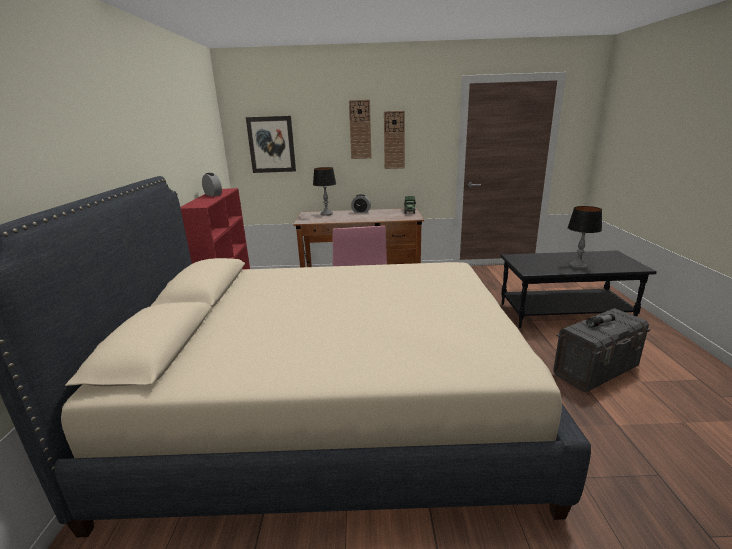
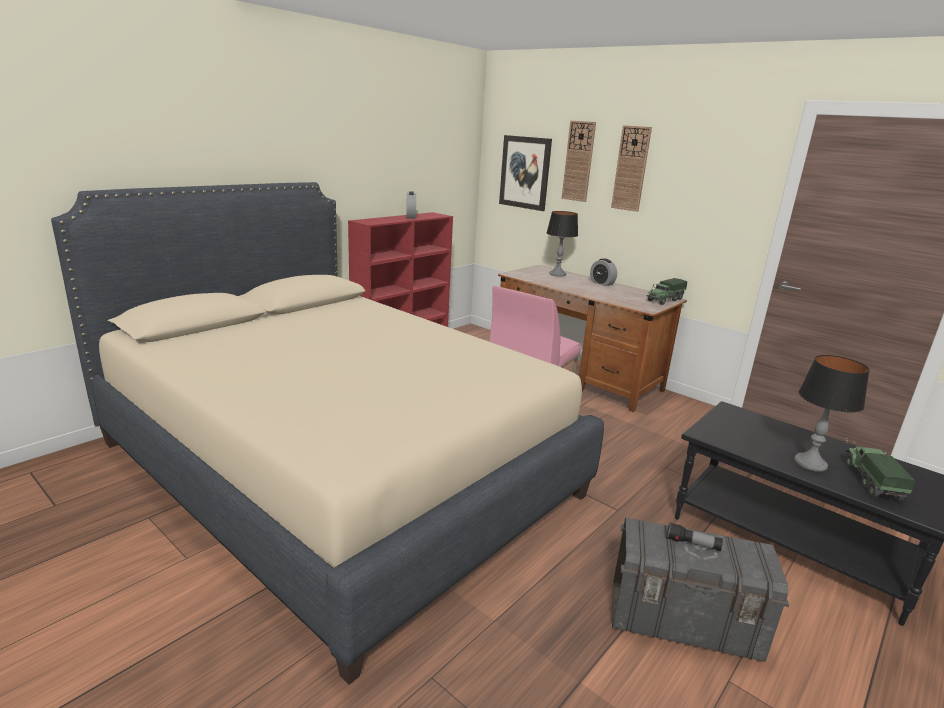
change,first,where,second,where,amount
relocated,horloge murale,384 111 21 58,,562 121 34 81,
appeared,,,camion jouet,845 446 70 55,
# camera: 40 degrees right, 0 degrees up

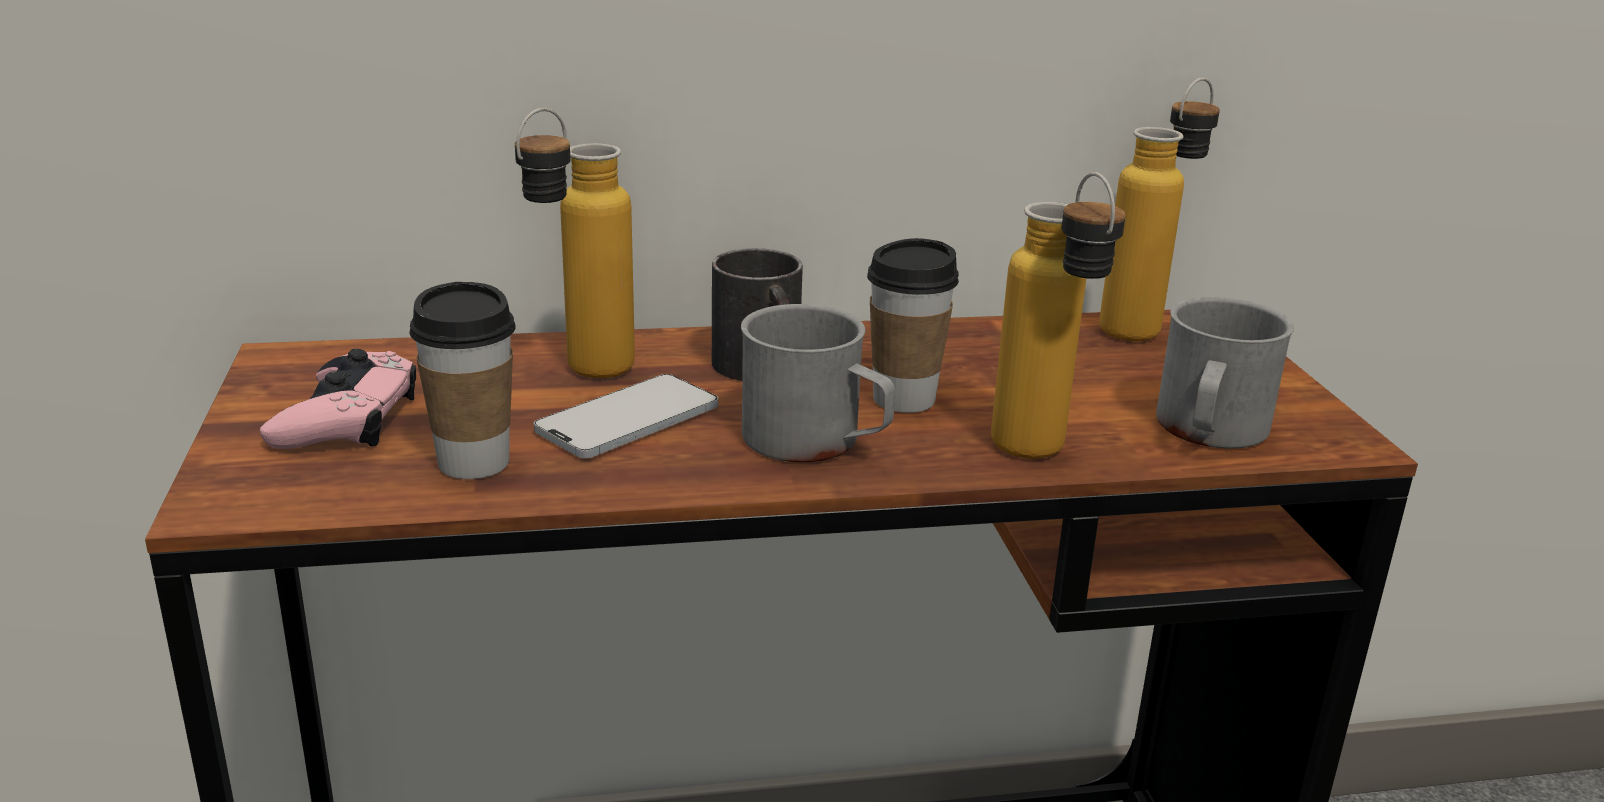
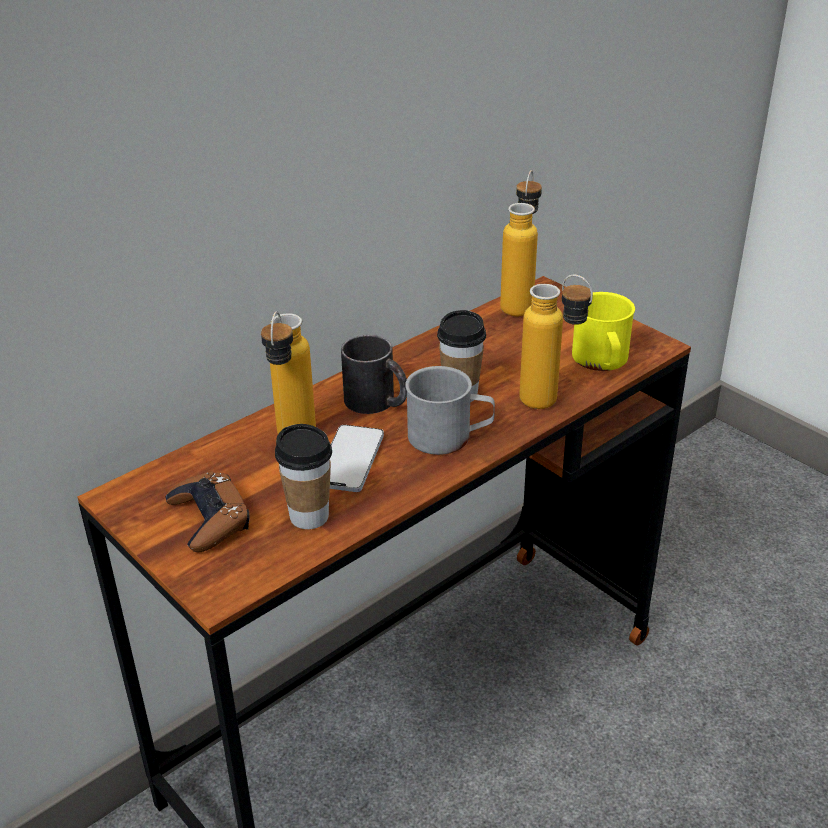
change,first,where,second,where,amount
colour,mug/gris,1156 297 138 152,mug/jaune,572 292 63 79,
colour,manette/rose,260 349 156 100,manette/marron,165 472 85 80,
# camera: 30 degrees left, 10 degrees up

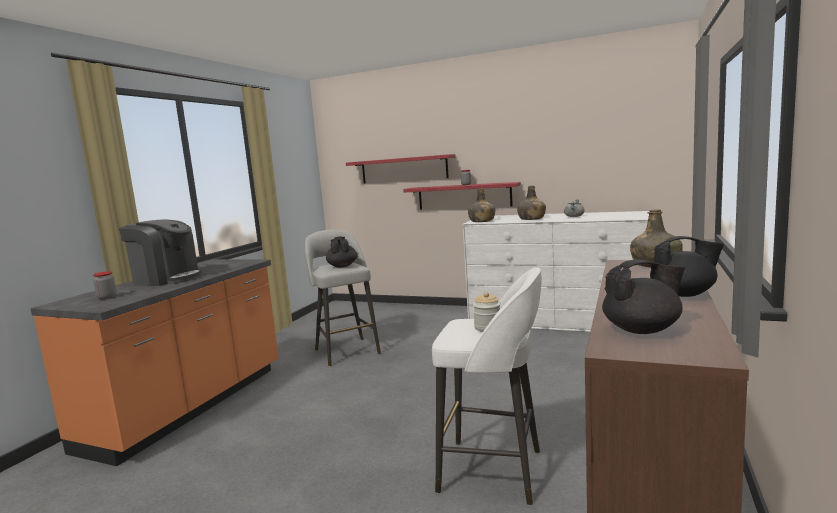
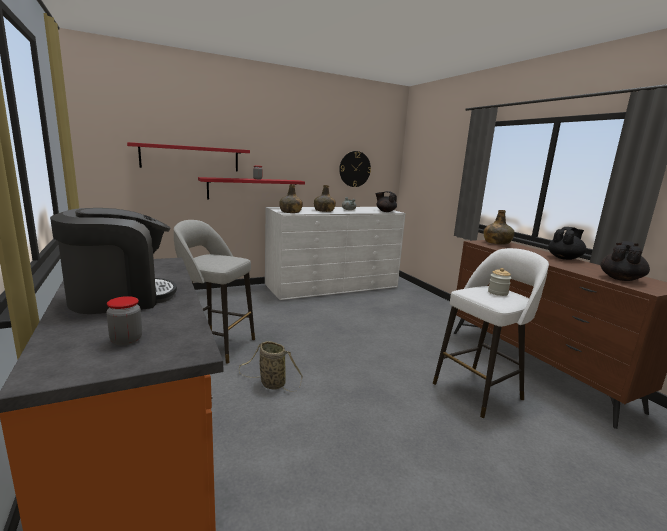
change,first,where,second,where,amount
relocated,théière/noir,326 236 31 32,,376 191 21 21,
appeared,,,horloge murale,339 151 32 36,
appeared,,,panier,238 341 65 51,
# camera: 50 degrees left, 5 degrees up

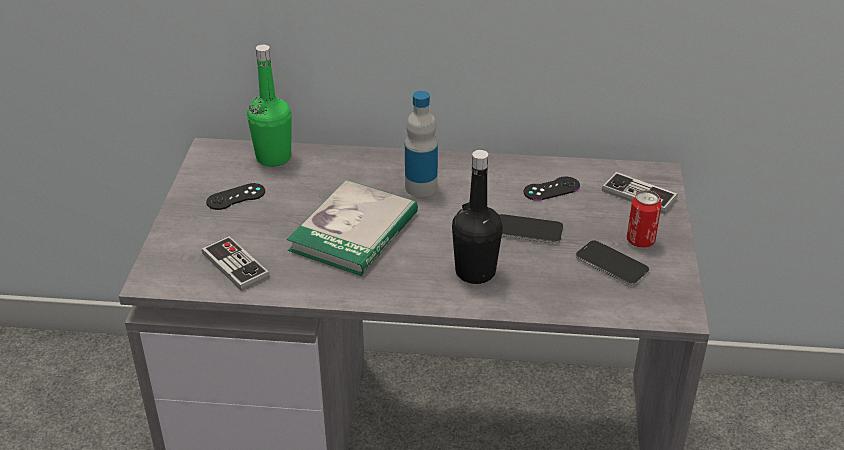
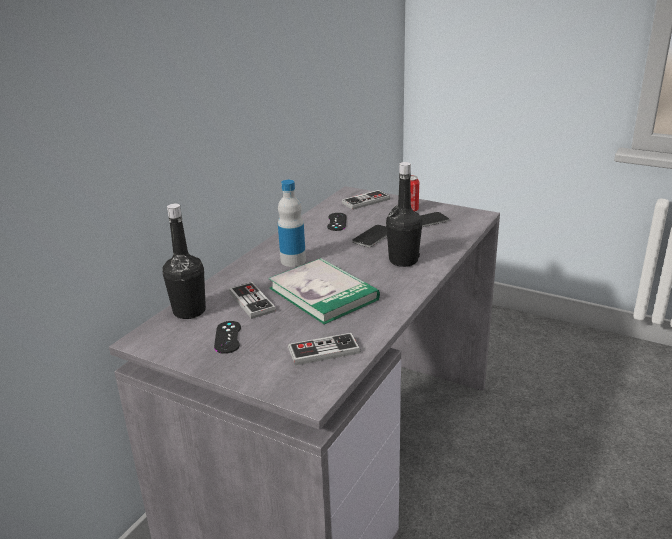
change,first,where,second,where,amount
colour,bouteille/vert,247 45 45 122,bouteille/noir,163 204 43 115,
appeared,,,manette,229 282 47 37,
# camera: 65 degrees left, 10 degrees down

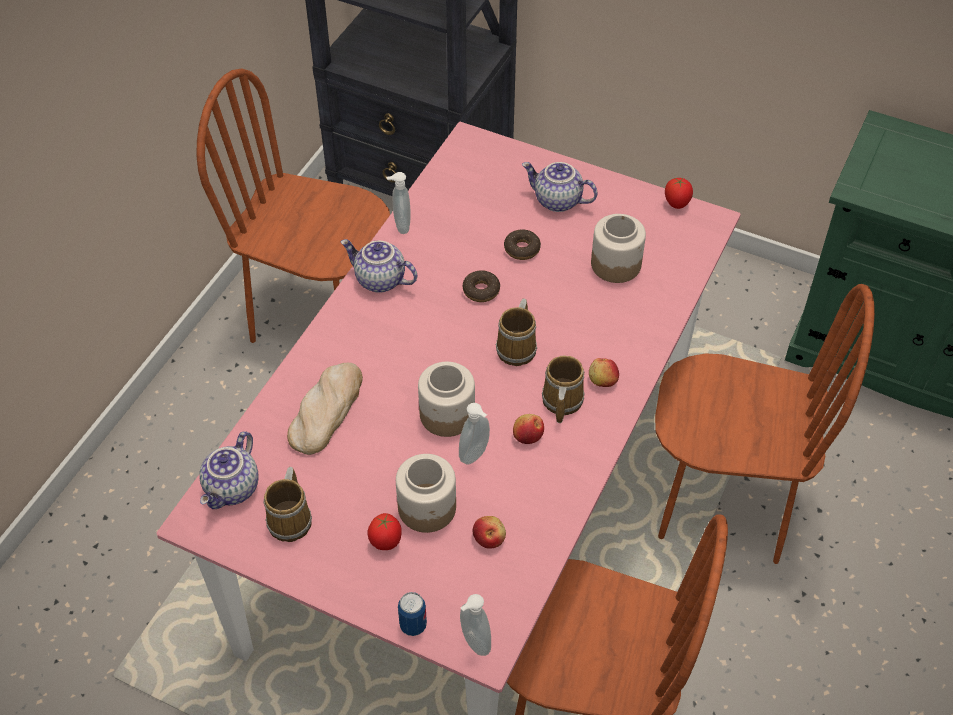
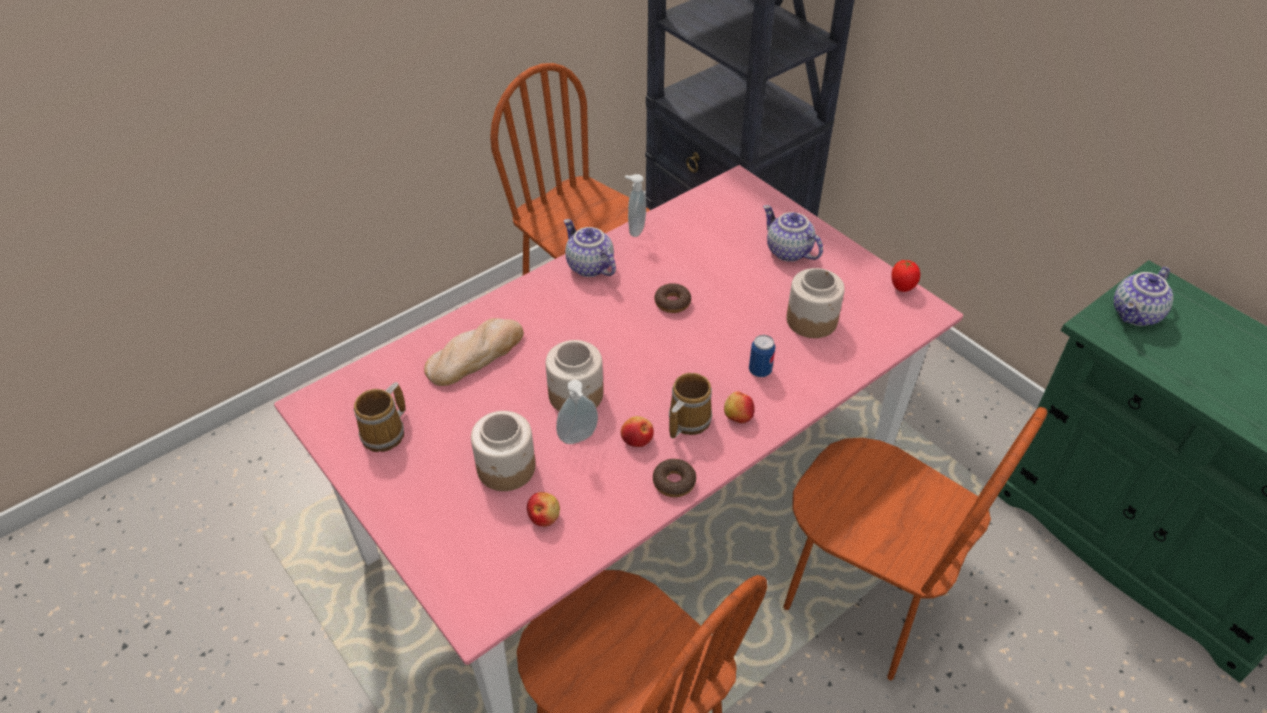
change,first,where,second,where,amount
relocated,beignet,504 229 37 31,,653 459 43 38,
missing,mug,496 299 41 67,,,
relocated,théière,199 431 60 78,,1114 267 59 59,
missing,tomate,367 513 35 37,,,
relocated,boîte métallique,398 592 29 44,,749 335 27 42,
missing,distributeur de savon,460 594 31 62,,,
# camera: 25 degrees right, 5 degrees down

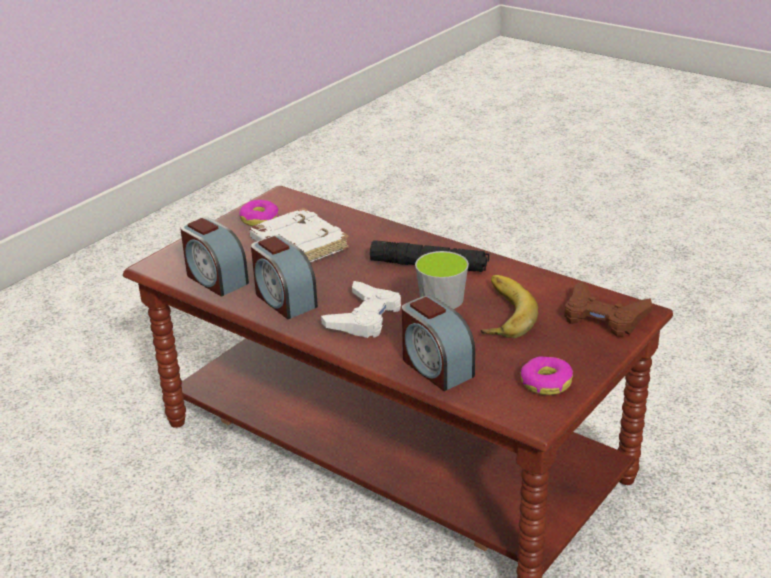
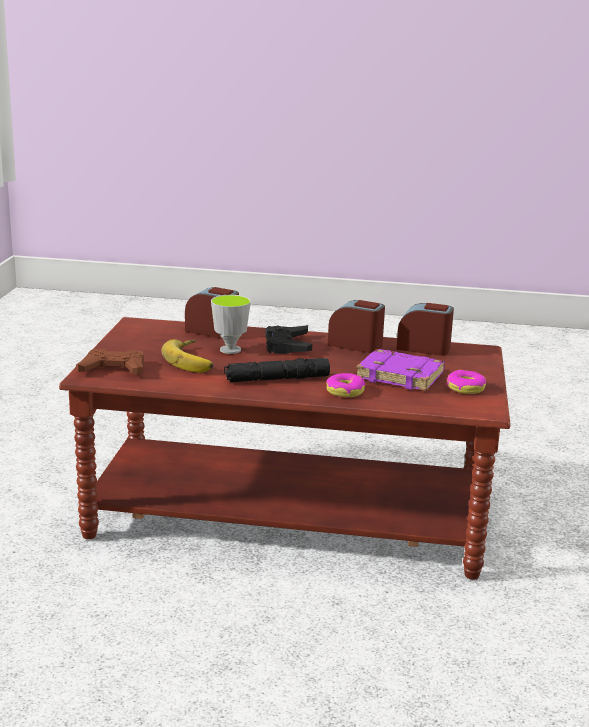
change,first,where,second,where,amount
colour,livre/blanc,250 208 100 54,livre/violet,356 349 89 42,
colour,manette/blanc,321 281 80 57,manette/noir,265 325 47 29,
relocated,beignet,521 356 52 39,,327 373 38 24,
# camera: 150 degrees right, 10 degrees down

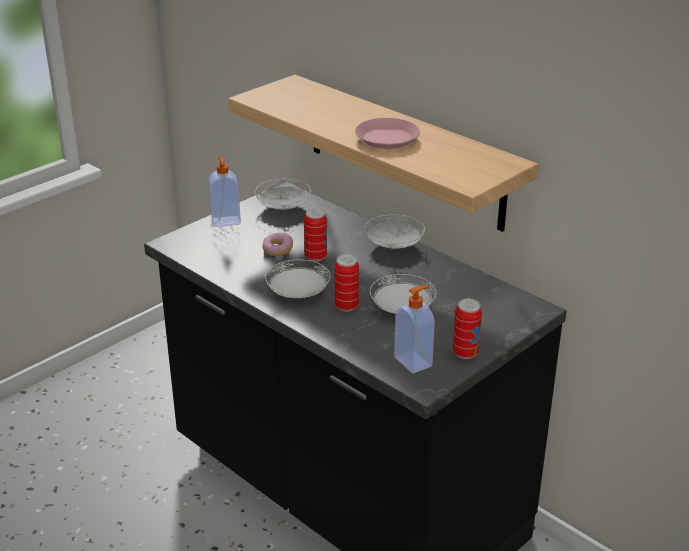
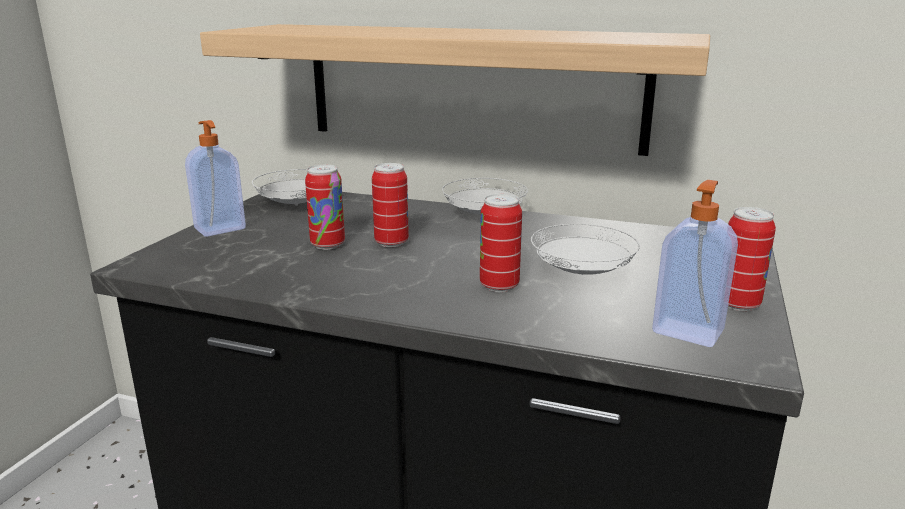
change,first,where,second,where,amount
missing,assiette/rose,355 118 65 31,,,
exchanged,beignet,263 233 30 23,boîte métallique,305 165 40 85,
missing,assiette/blanc,265 259 65 39,,,
# camera: 25 degrees left, 10 degrees down

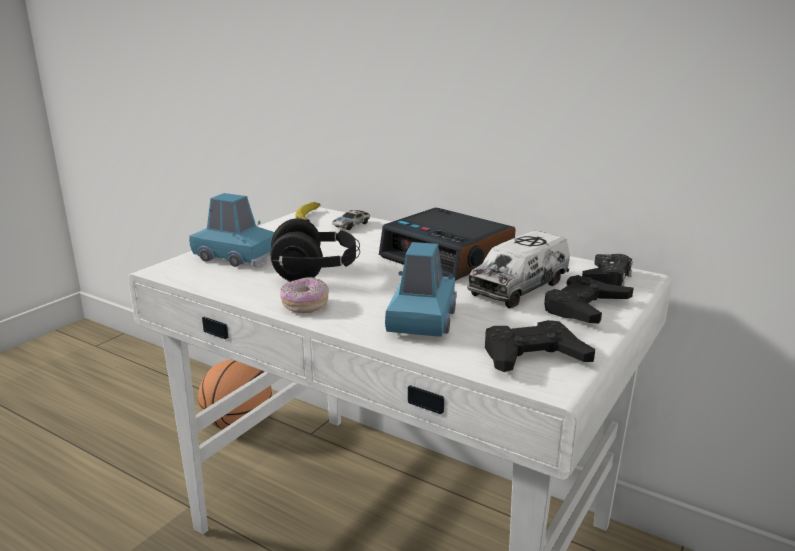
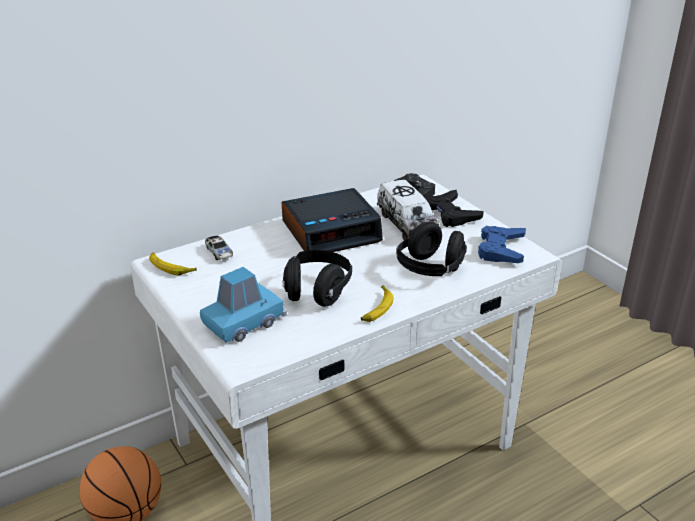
change,first,where,second,where,amount
exchanged,petite voiture/bleu,385 242 72 95,casque audio/noir,396 222 71 54,
exchanged,beignet,280 277 49 36,banane,361 286 33 36,
colour,manette/noir,485 320 110 52,manette/bleu,478 226 48 37,
# camera: 65 degrees left, 10 degrees up

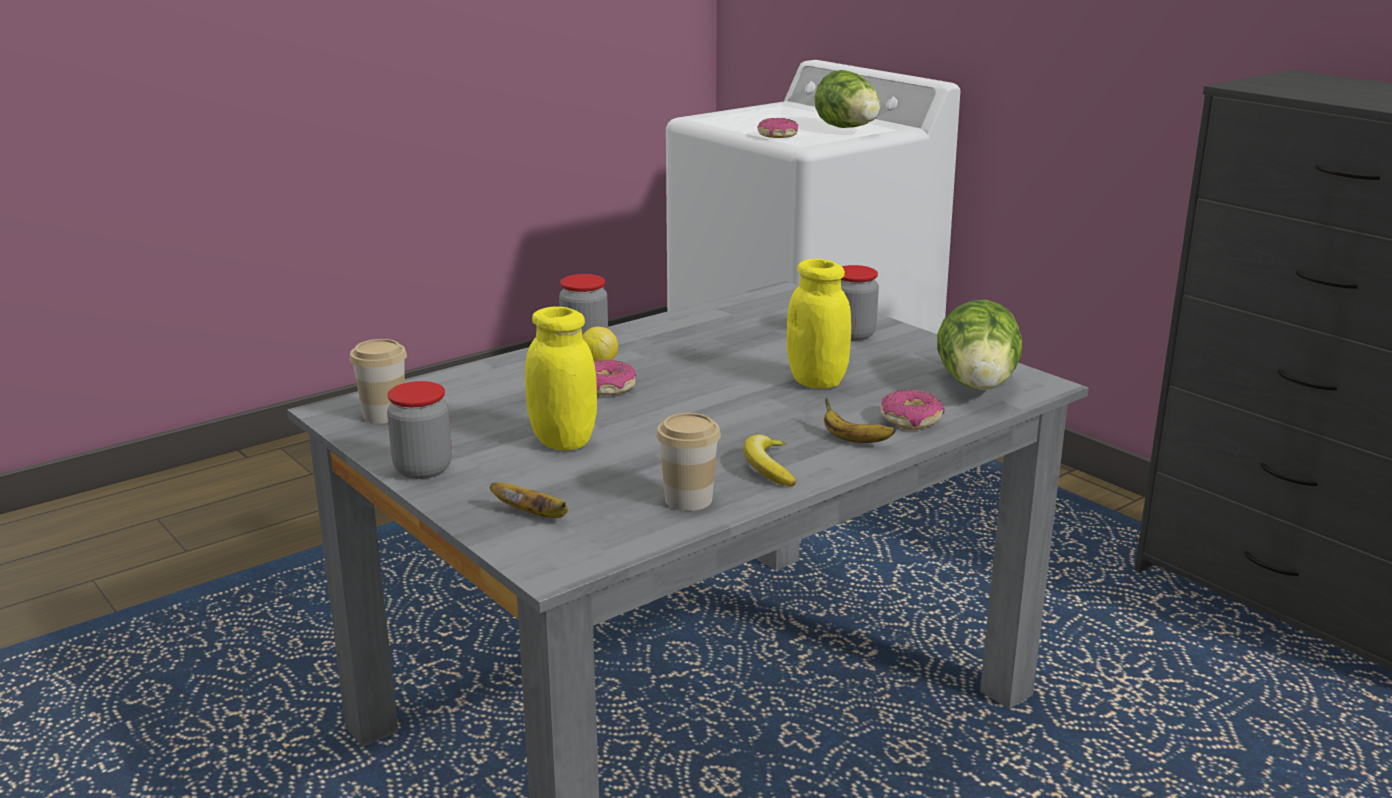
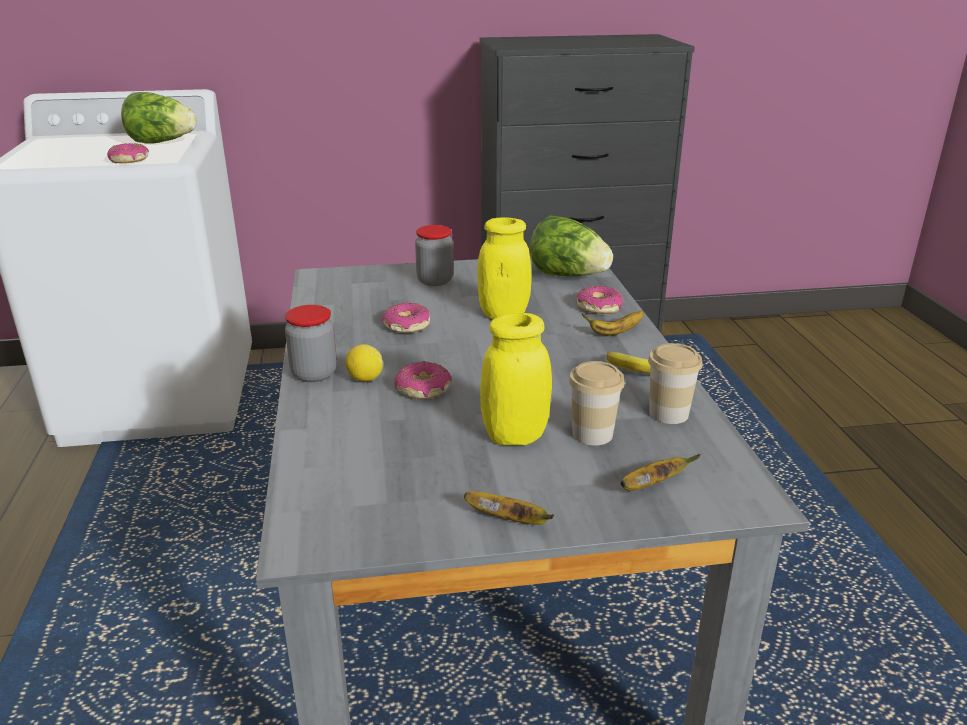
change,first,where,second,where,amount
relocated,tasse,350 339 57 84,,569 361 56 85,
exchanged,bocal,387 381 65 98,banane,464 491 90 34,
appeared,,,beignet,382 302 48 31,
# camera: 60 degrees left, 5 degrees up

